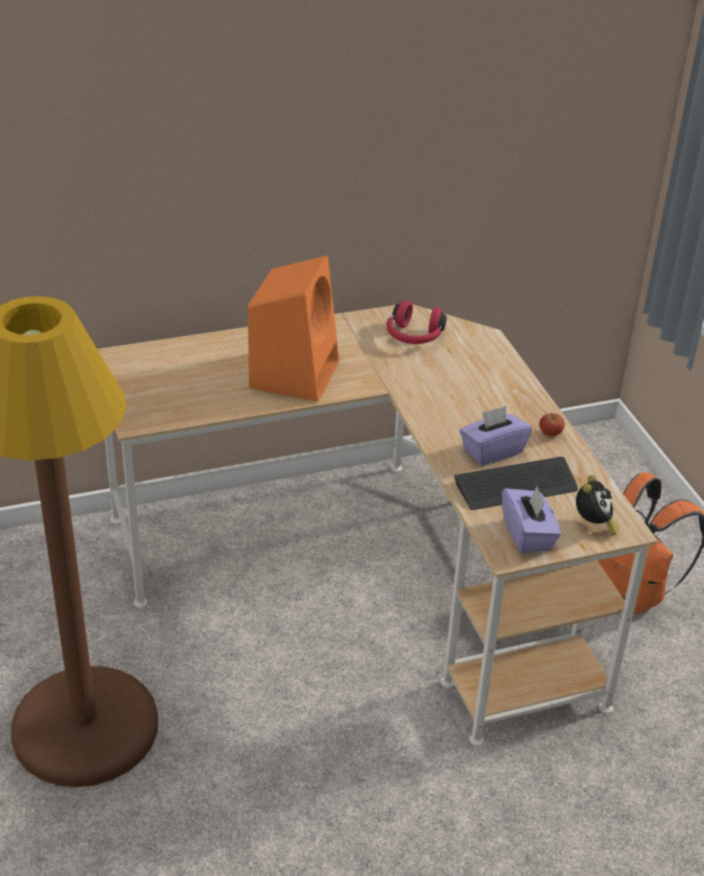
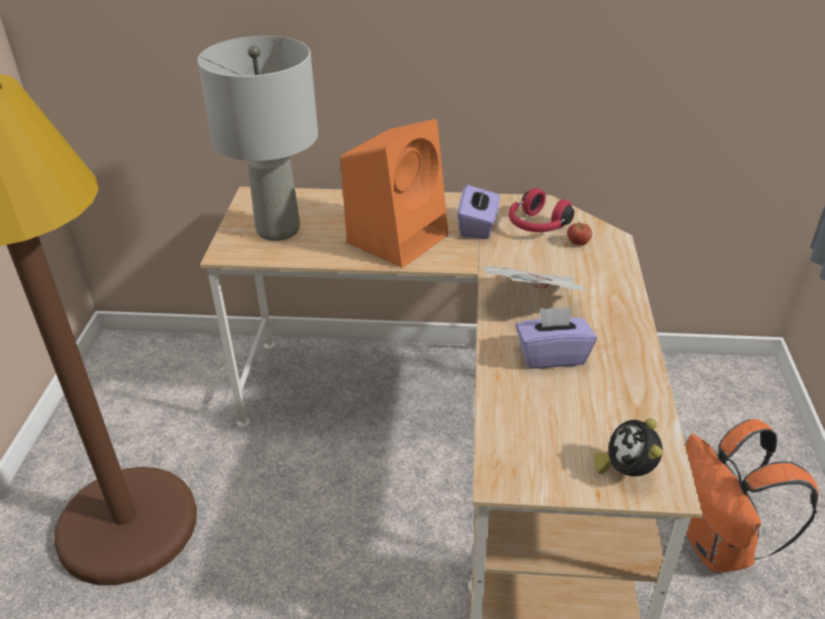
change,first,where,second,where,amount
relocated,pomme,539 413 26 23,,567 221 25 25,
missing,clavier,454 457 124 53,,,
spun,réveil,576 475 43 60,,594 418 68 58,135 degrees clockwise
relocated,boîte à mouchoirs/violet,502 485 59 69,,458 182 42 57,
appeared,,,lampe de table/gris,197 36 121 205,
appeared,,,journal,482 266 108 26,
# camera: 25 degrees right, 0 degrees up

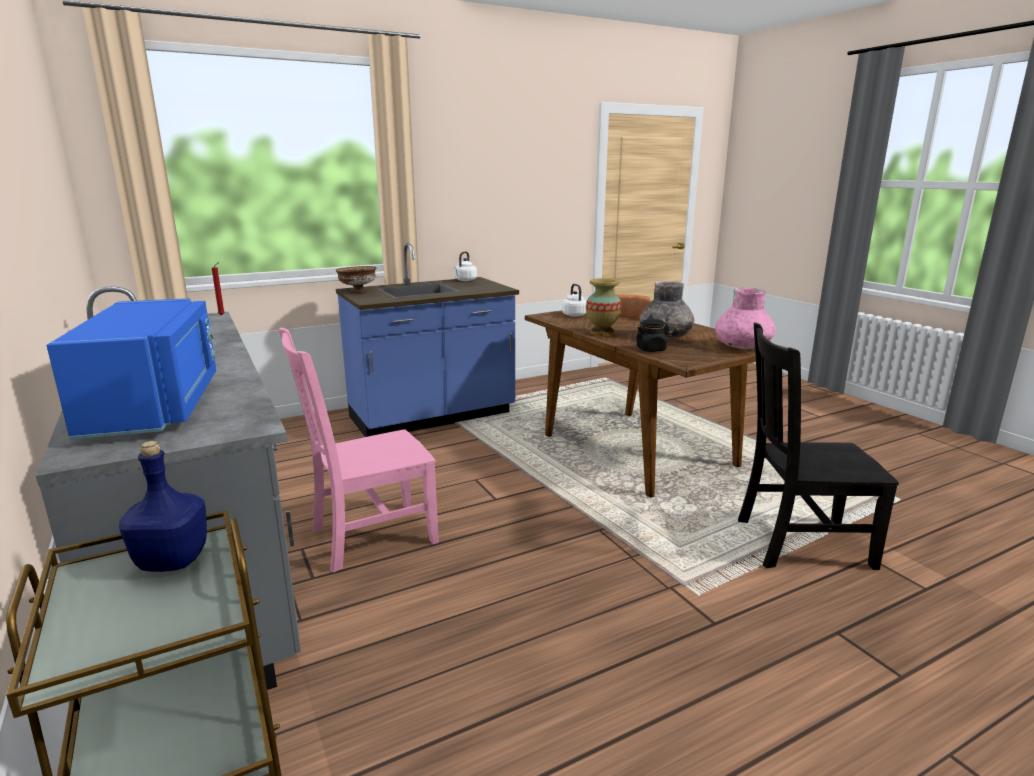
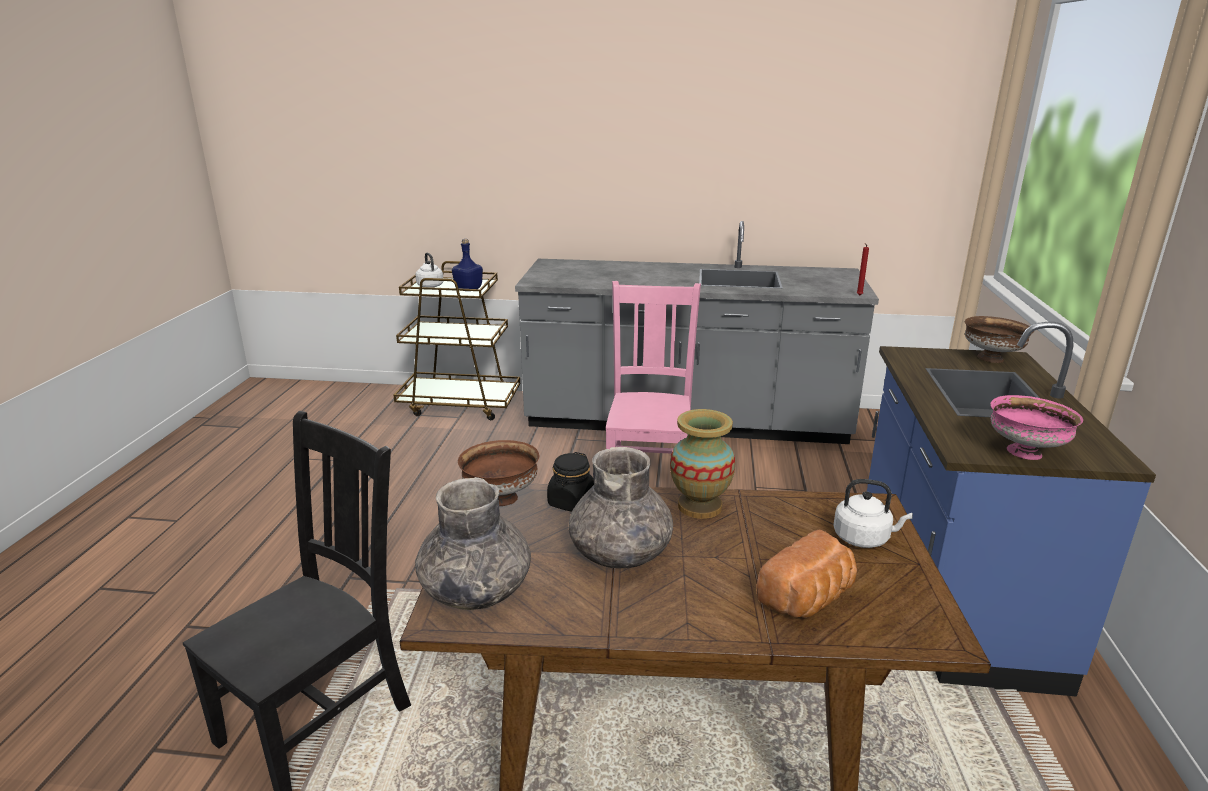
change,first,where,second,where,amount
relocated,bouilloire/blanc,454 251 23 30,,415 253 28 35,
colour,vase/rose,715 288 61 61,vase/gris,415 477 116 133,
missing,micro-ondes/bleu,46 298 170 141,,,
appeared,,,bol/rose,991 395 92 65,
appeared,,,bol/marron,458 440 82 66,
# camera: 125 degrees right, 5 degrees up

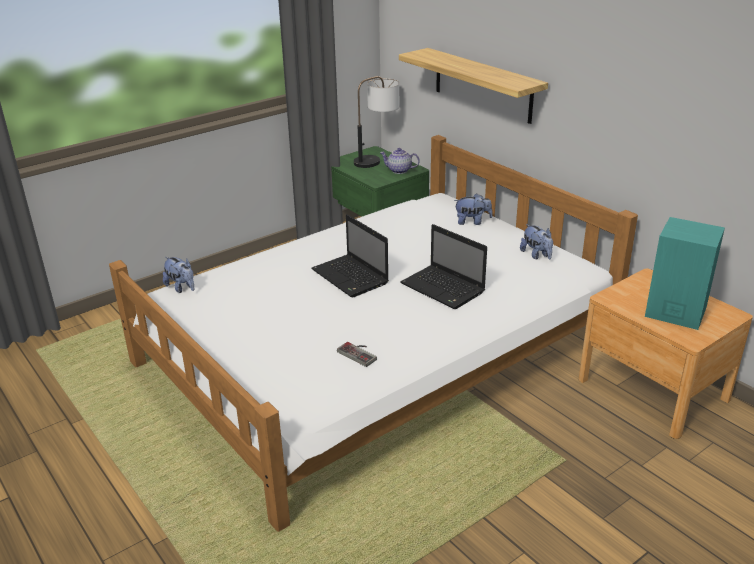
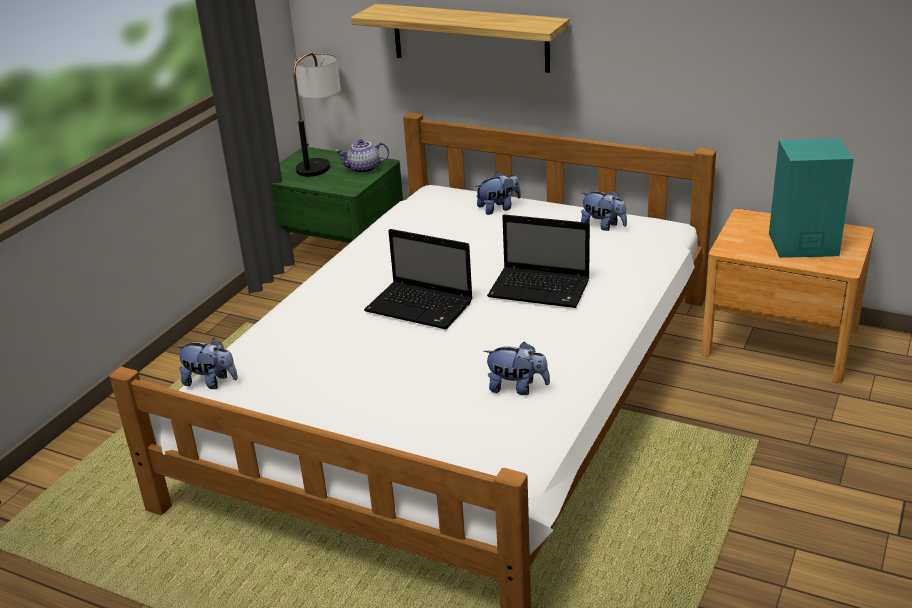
change,first,where,second,where,amount
exchanged,manette,337 342 40 25,peluche,483 342 67 53,
# camera: 25 degrees left, 0 degrees up

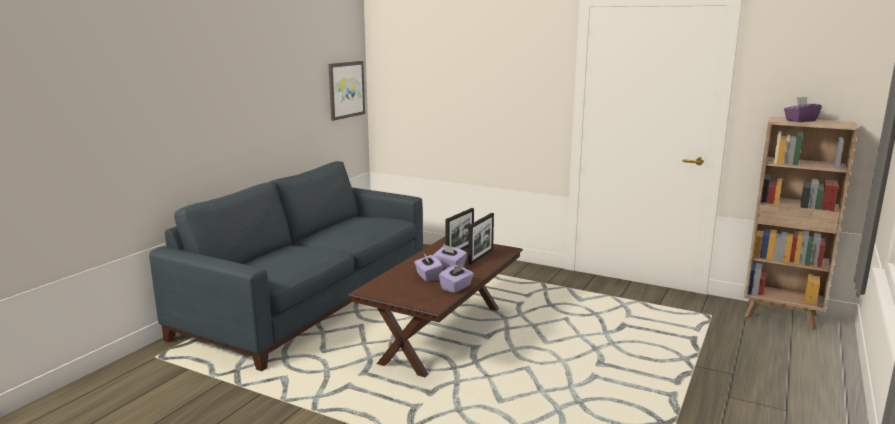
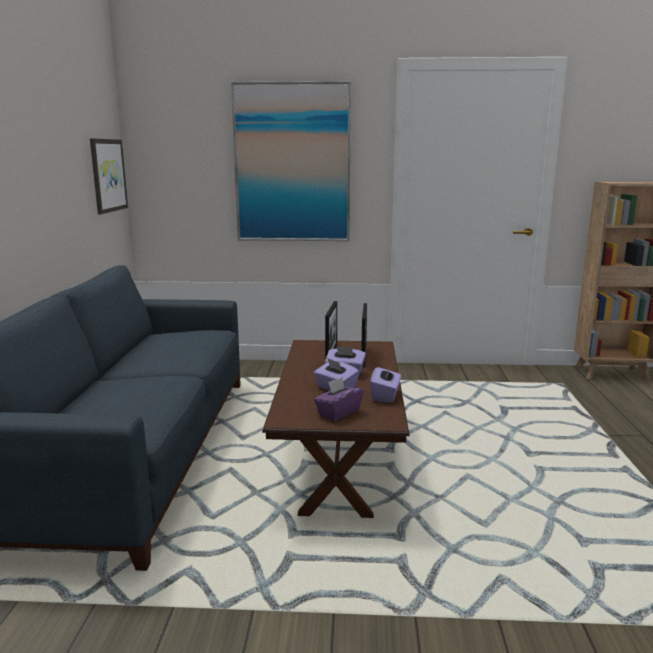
change,first,where,second,where,amount
relocated,boîte à mouchoirs/violet,784 97 38 25,,314 377 49 44,
appeared,,,tableau,231 81 120 160,
# camera: 25 degrees left, 0 degrees up

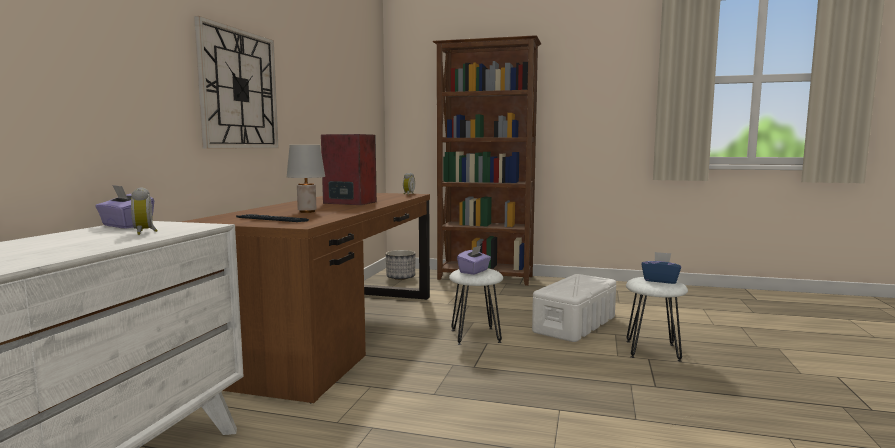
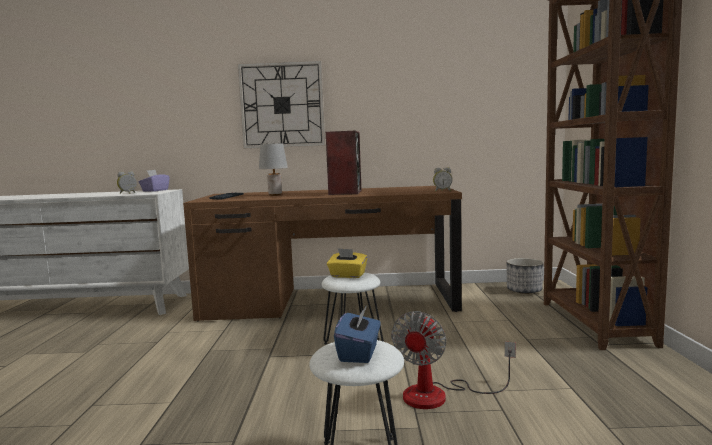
change,first,where,second,where,amount
colour,boîte à mouchoirs/violet,457 245 34 30,boîte à mouchoirs/jaune,327 248 41 30,
exchanged,boîte de rangement/blanc,532 274 84 68,ventilateur,391 311 125 98,
# camera: 75 degrees right, 0 degrees up

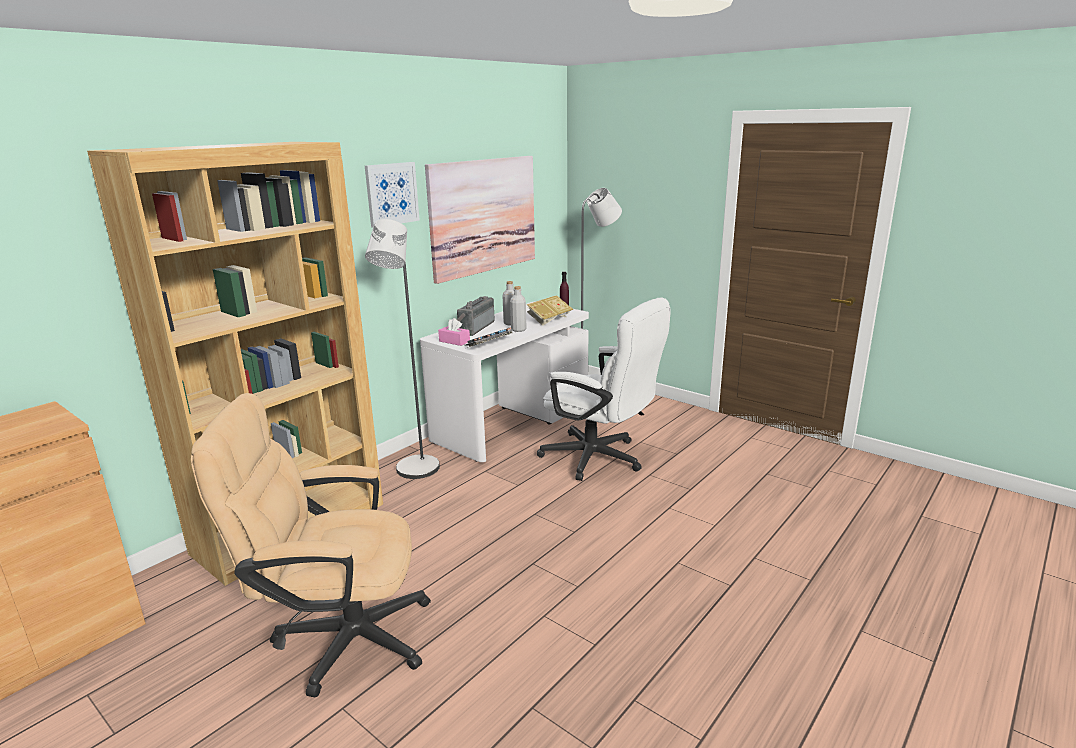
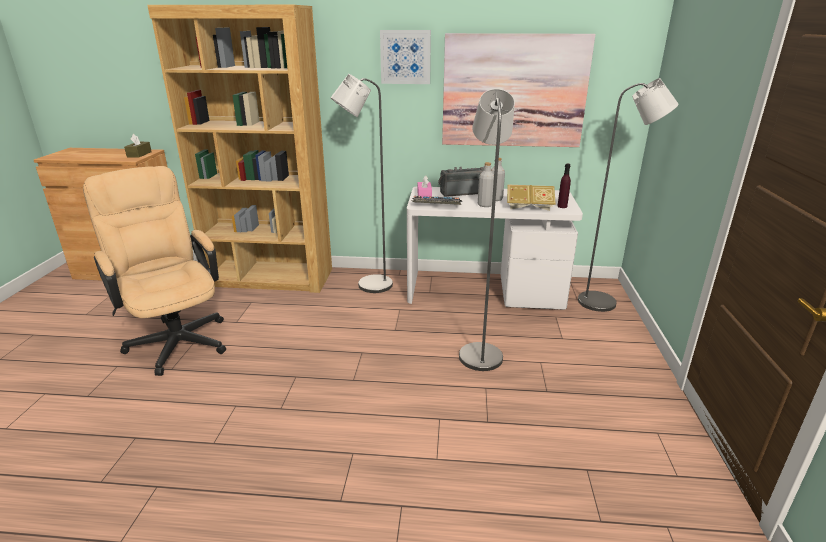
change,first,where,second,where,amount
exchanged,chaise de bureau/blanc,537 298 134 183,lampadaire/gris,459 89 56 282,
appeared,,,boîte à mouchoirs/marron,124 134 28 24,
# camera: 55 degrees right, 5 degrees up

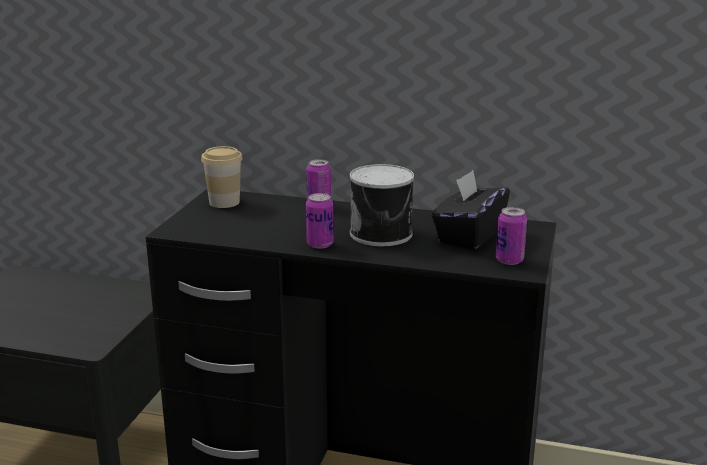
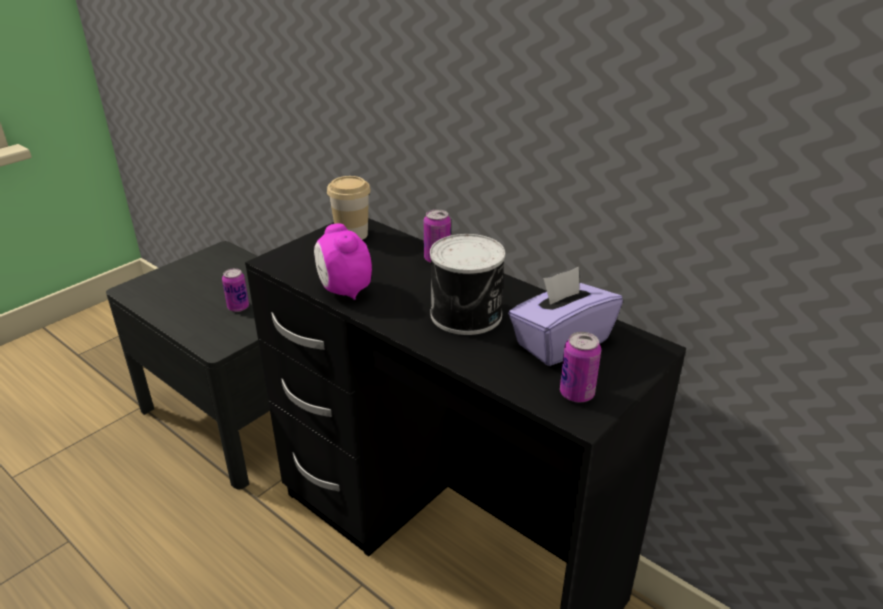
change,first,where,second,where,amount
colour,boîte à mouchoirs/noir,432 170 78 80,boîte à mouchoirs/violet,508 267 115 99,
relocated,boîte métallique,306 193 28 56,,222 268 27 44,
appeared,,,réveil,314 223 58 77,
# camera: 25 degrees right, 10 degrees up

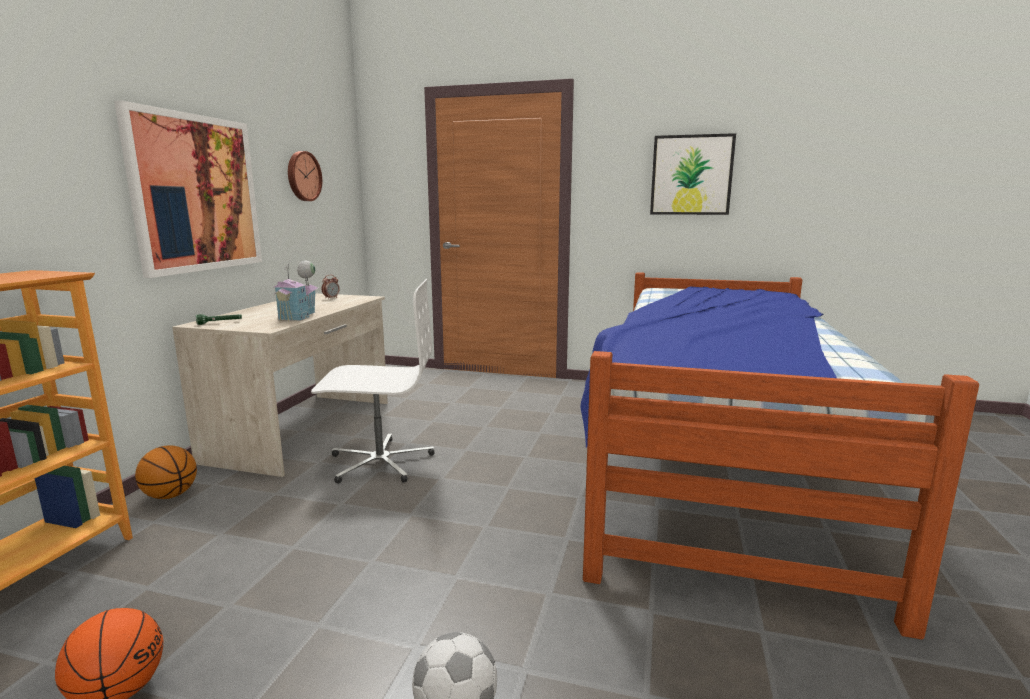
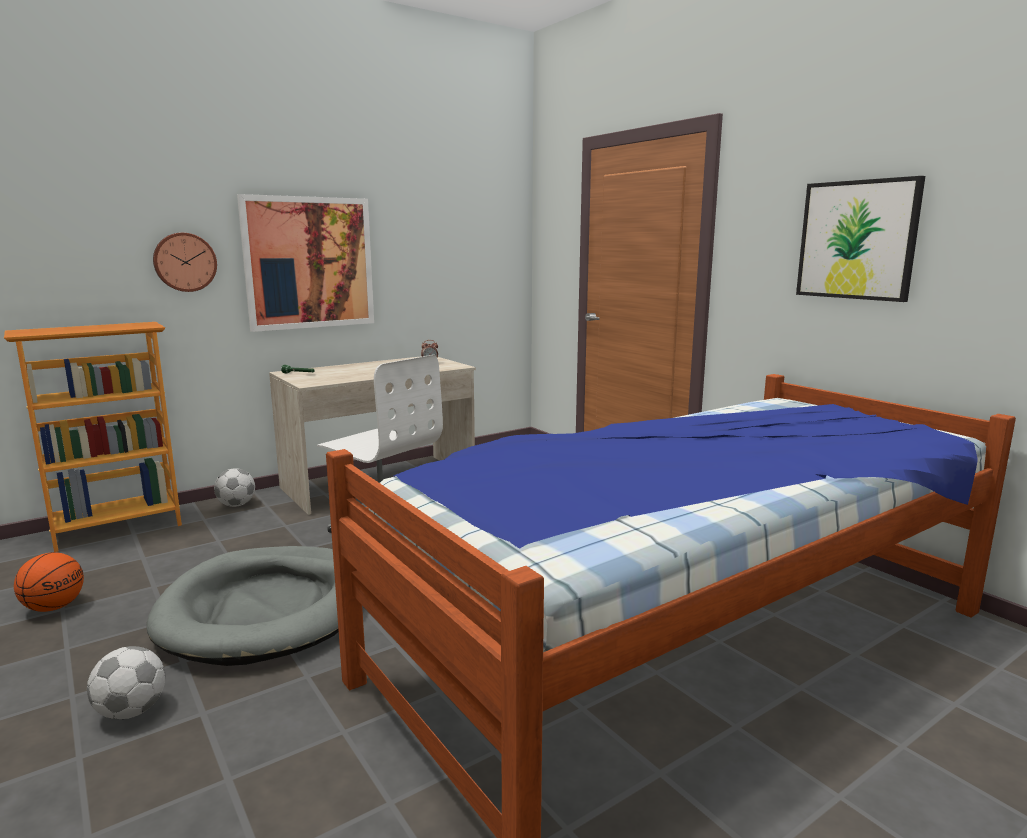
change,first,where,second,where,amount
relocated,horloge murale,288 151 34 50,,153 233 64 59,
missing,maison miniature,273 260 45 62,,,
exchanged,ballon de basket,135 445 62 54,ballon de foot,214 468 41 39,
appeared,,,panier pour chien/gris,147 546 192 120,
# camera: 40 degrees right, 0 degrees up

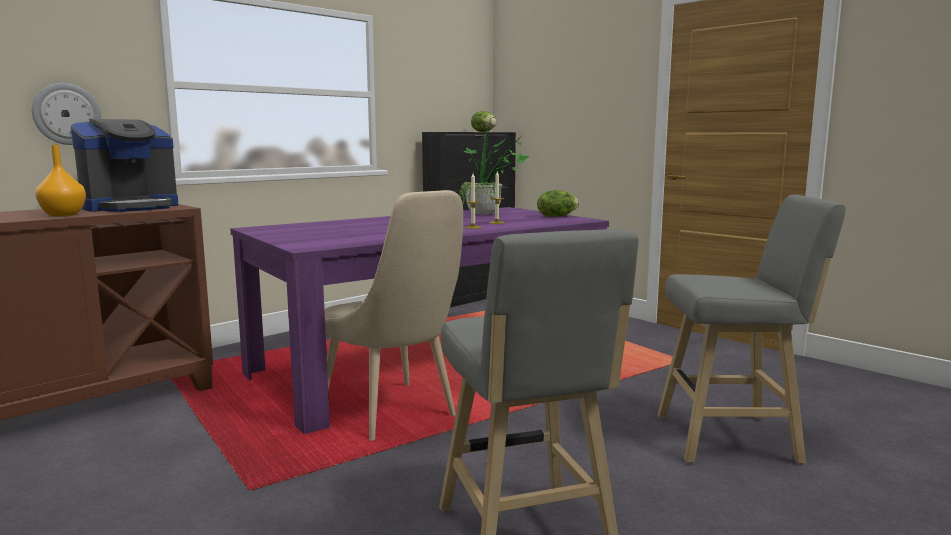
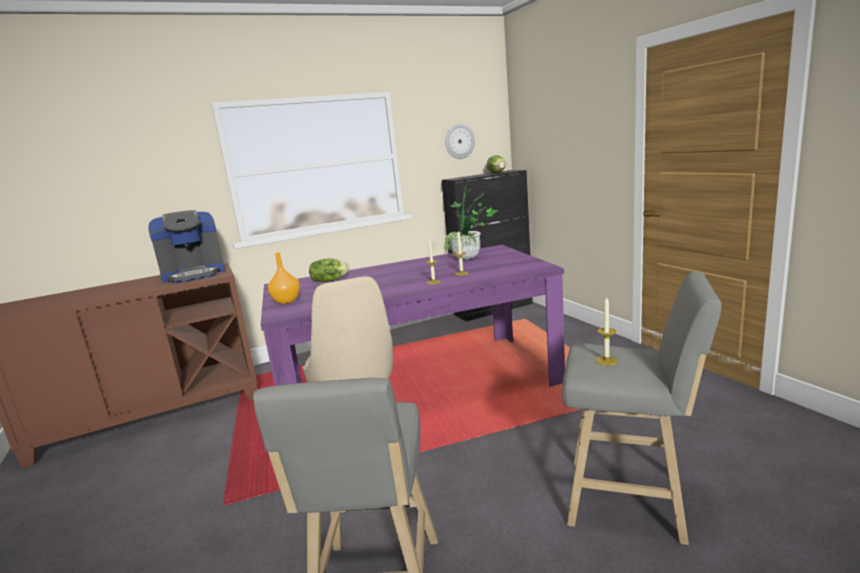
change,first,where,second,where,amount
relocated,horloge murale,32 83 69 62,,445 124 30 35,
relocated,vase/orange,35 145 51 71,,268 252 32 52,
relocated,laitue,537 190 42 27,,309 259 40 23,
appeared,,,bougie,596 297 22 69,
# camera: 20 degrees right, 5 degrees up

